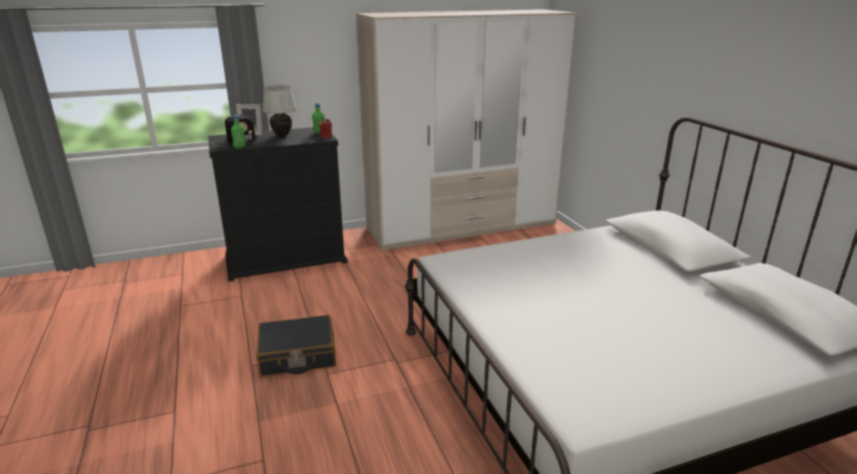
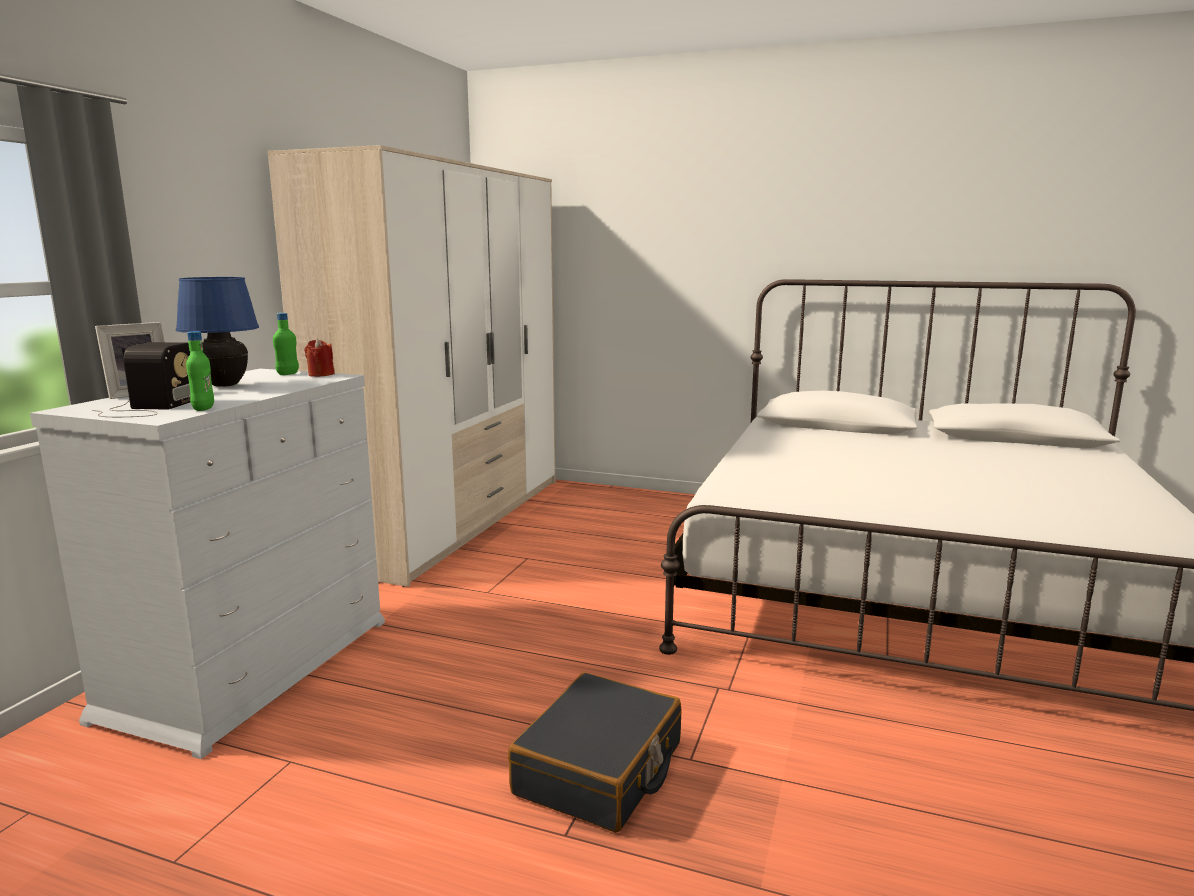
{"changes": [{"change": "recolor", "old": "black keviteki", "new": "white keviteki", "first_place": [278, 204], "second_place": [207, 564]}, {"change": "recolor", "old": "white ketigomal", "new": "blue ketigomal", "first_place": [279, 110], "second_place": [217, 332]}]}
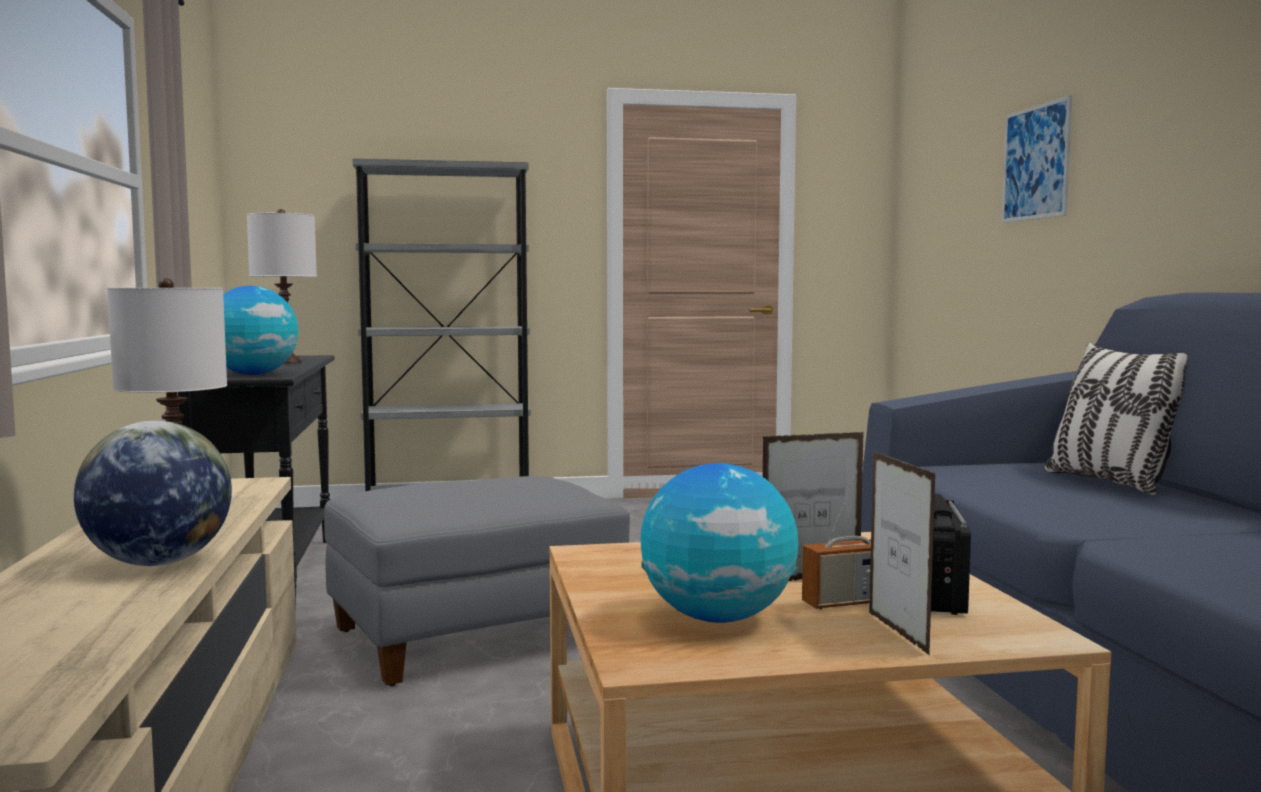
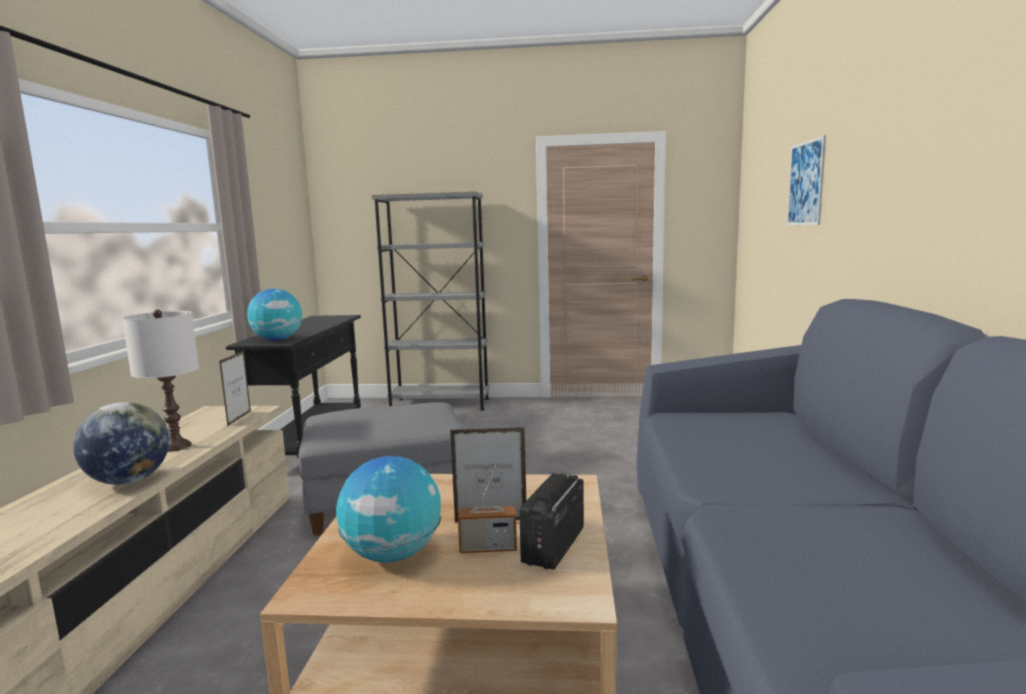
{"changes": [{"change": "delete", "old": "white ketigomal", "first_place": [282, 286]}, {"change": "move", "old": "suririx", "first_place": [902, 553], "second_place": [235, 388]}, {"change": "delete", "old": "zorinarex", "first_place": [1116, 419]}]}
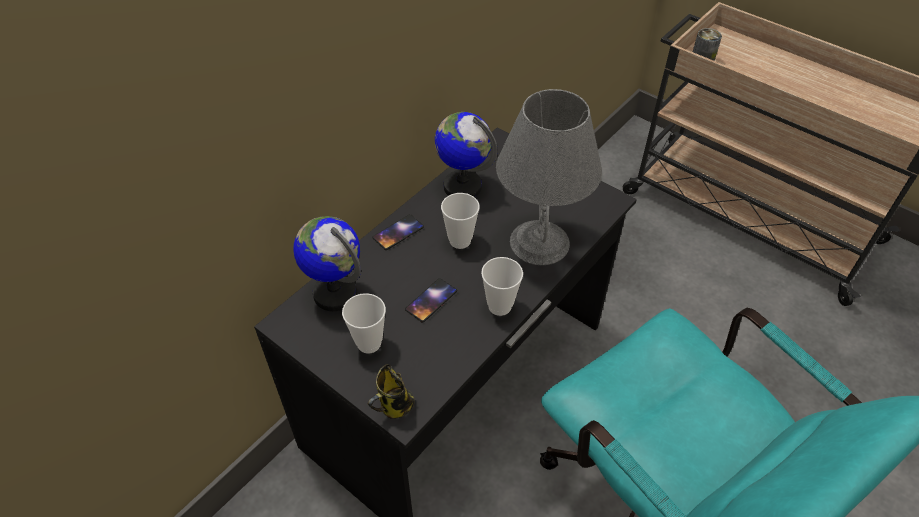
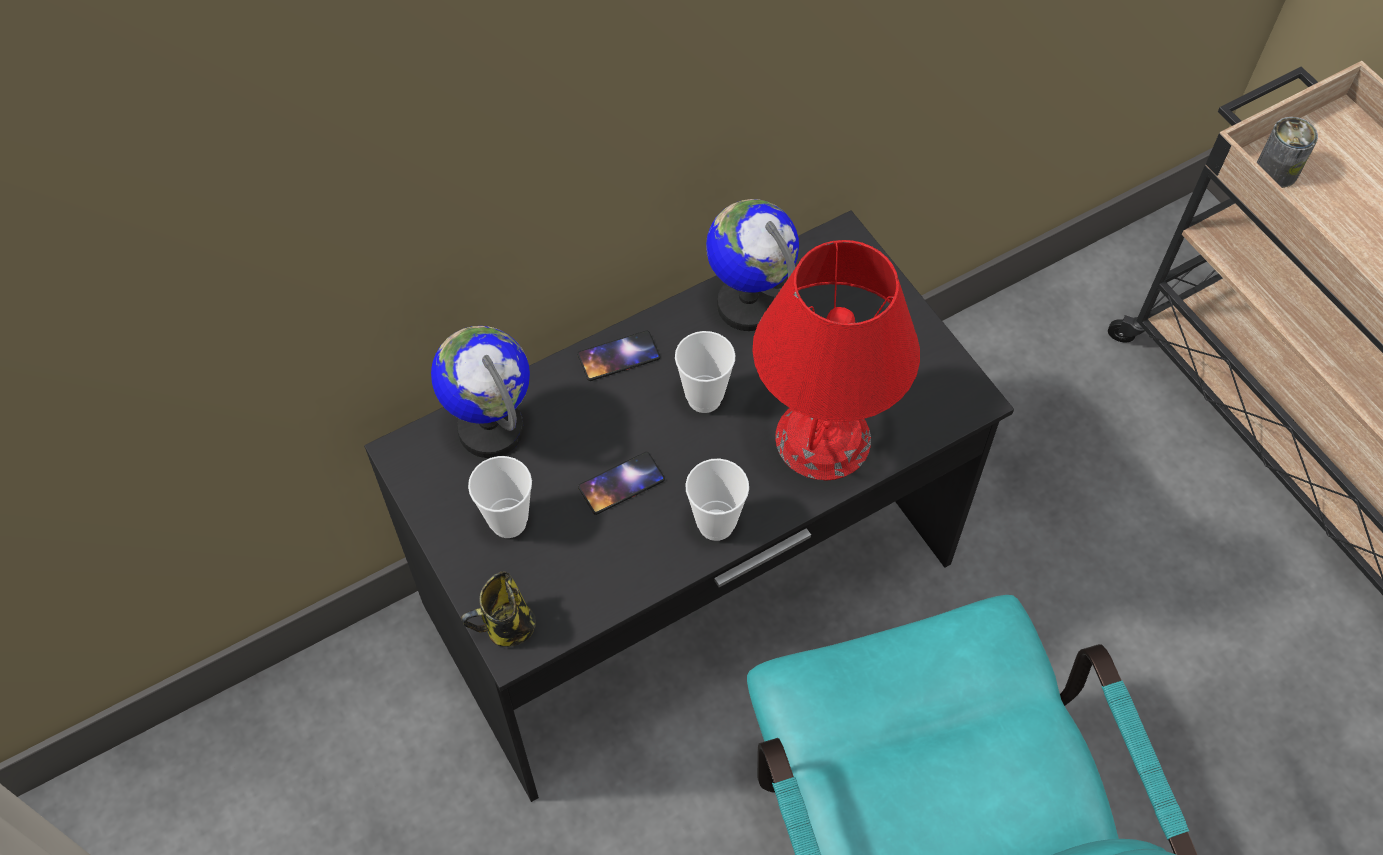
{"changes": [{"change": "recolor", "old": "grey ketigomal", "new": "red ketigomal", "first_place": [549, 177], "second_place": [836, 360]}]}
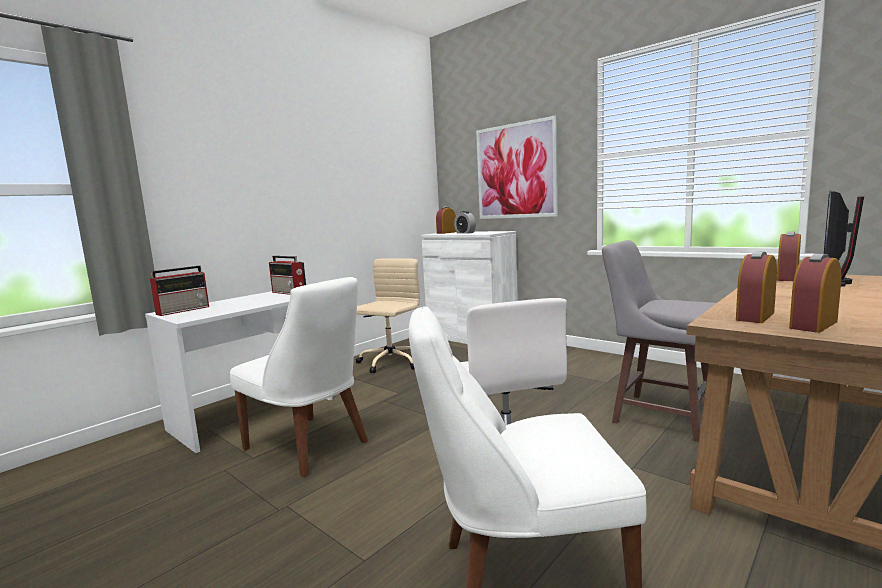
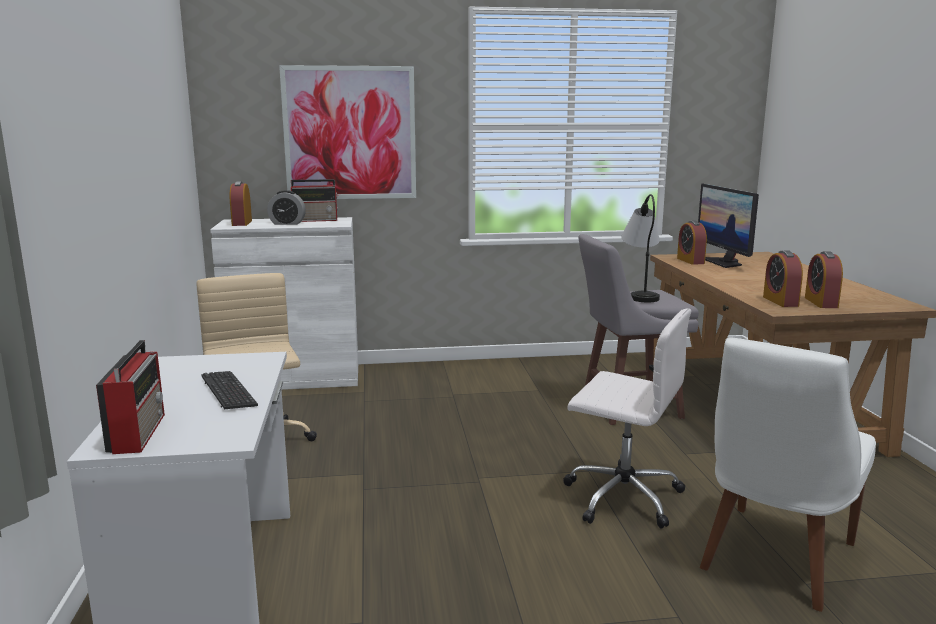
{"changes": [{"change": "delete", "old": "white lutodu", "first_place": [299, 377]}, {"change": "move", "old": "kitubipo", "first_place": [287, 275], "second_place": [315, 200]}, {"change": "insert", "new": "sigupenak", "second_place": [229, 390]}, {"change": "insert", "new": "ketigomal", "second_place": [640, 248]}]}
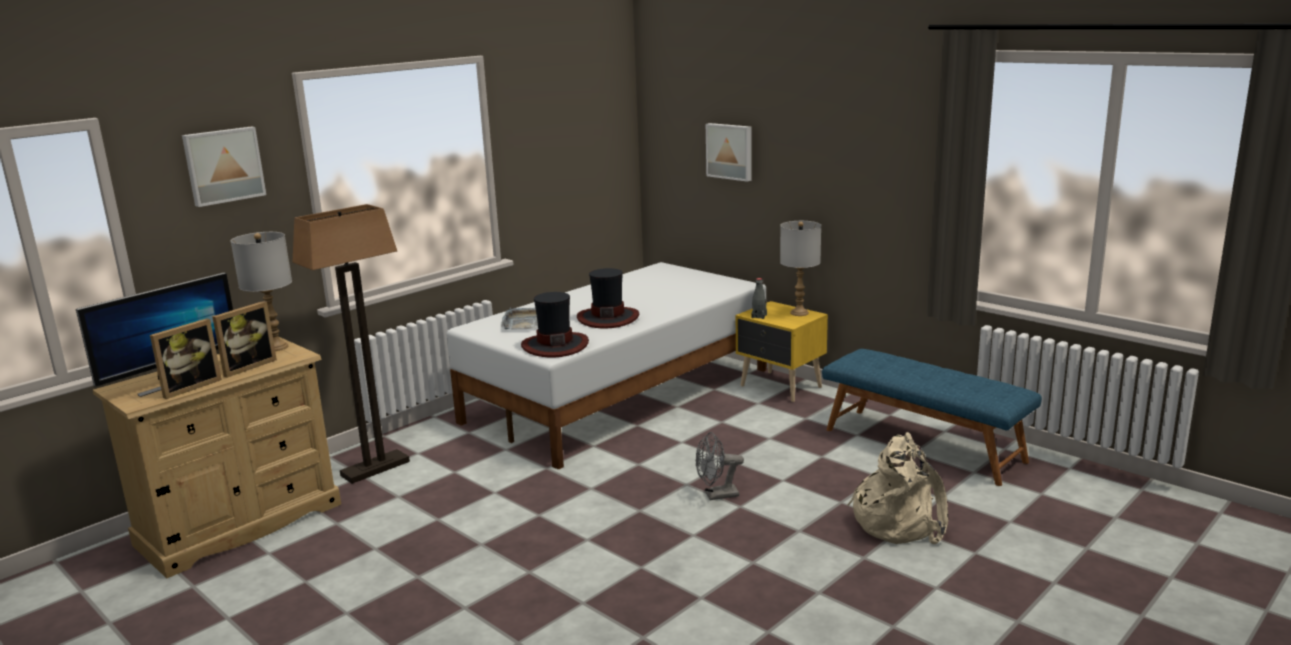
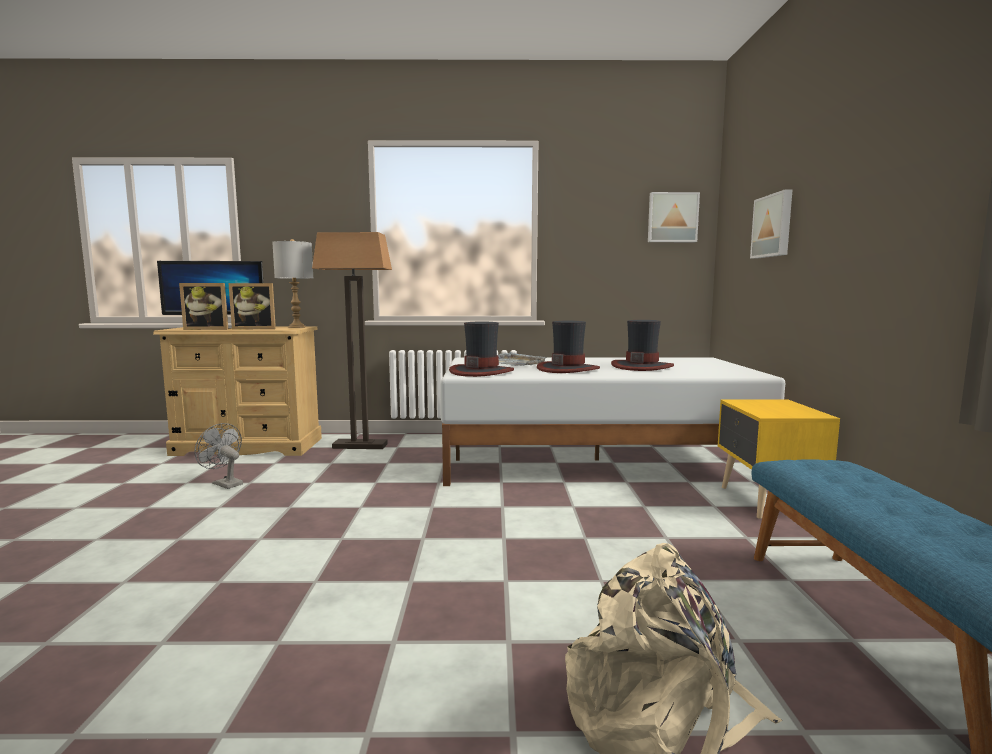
{"changes": [{"change": "move", "old": "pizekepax", "first_place": [224, 167], "second_place": [674, 217]}, {"change": "move", "old": "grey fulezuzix", "first_place": [720, 466], "second_place": [218, 456]}, {"change": "delete", "old": "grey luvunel", "first_place": [759, 298]}, {"change": "delete", "old": "grey ketigomal", "first_place": [800, 268]}, {"change": "insert", "new": "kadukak", "second_place": [642, 345]}]}
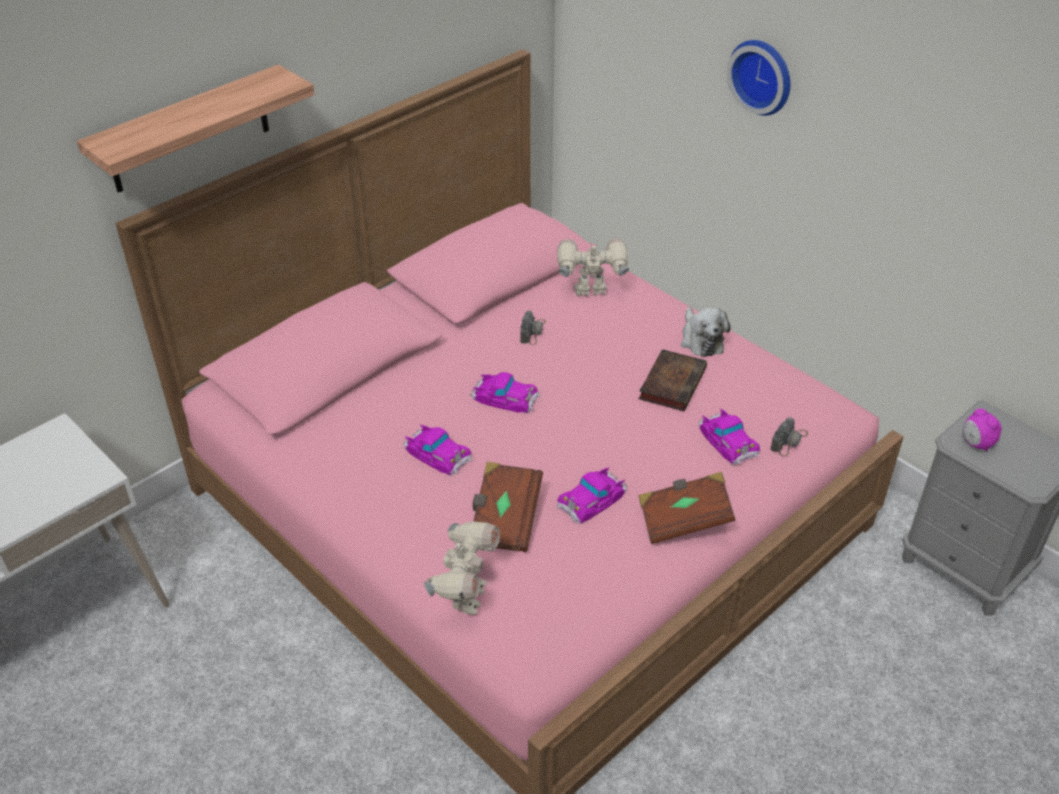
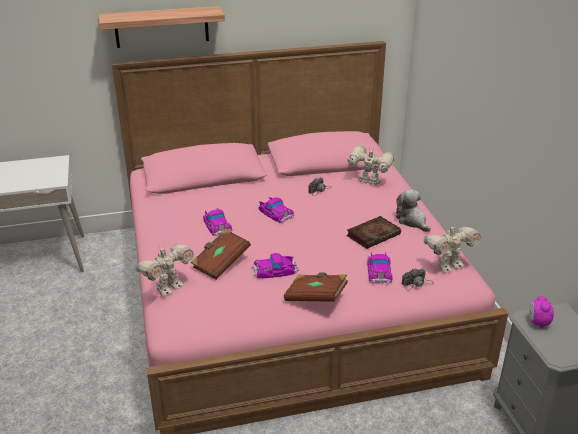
{"changes": [{"change": "rotate", "old": "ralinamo", "first_place": [705, 332], "second_place": [413, 211], "degrees": 135}, {"change": "delete", "old": "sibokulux", "first_place": [758, 78]}, {"change": "insert", "new": "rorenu", "second_place": [452, 247]}]}
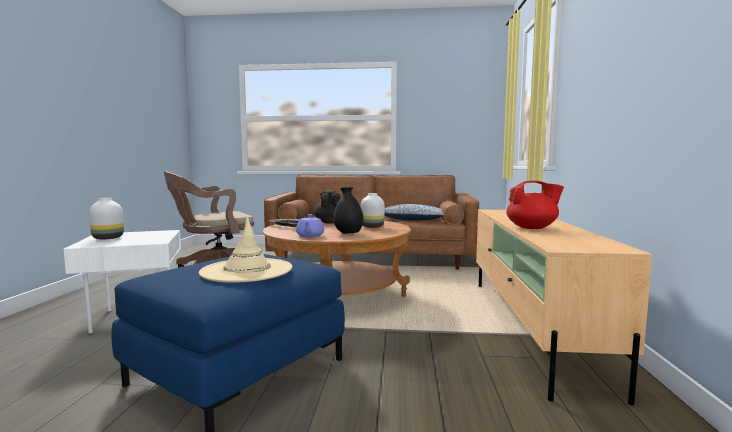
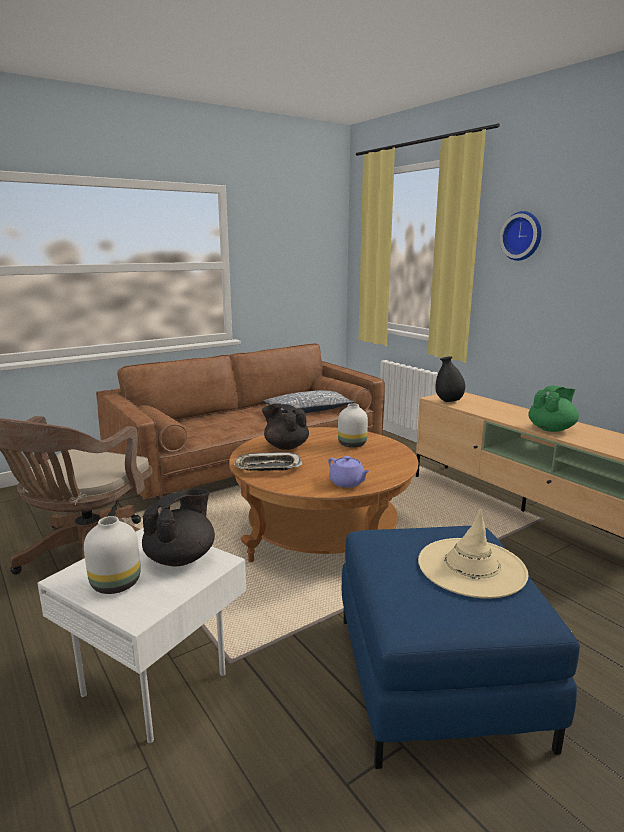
{"changes": [{"change": "move", "old": "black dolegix", "first_place": [348, 210], "second_place": [450, 379]}, {"change": "recolor", "old": "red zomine", "new": "green zomine", "first_place": [535, 205], "second_place": [553, 409]}, {"change": "insert", "new": "black zomine", "second_place": [178, 527]}, {"change": "insert", "new": "sibokulux", "second_place": [520, 236]}]}
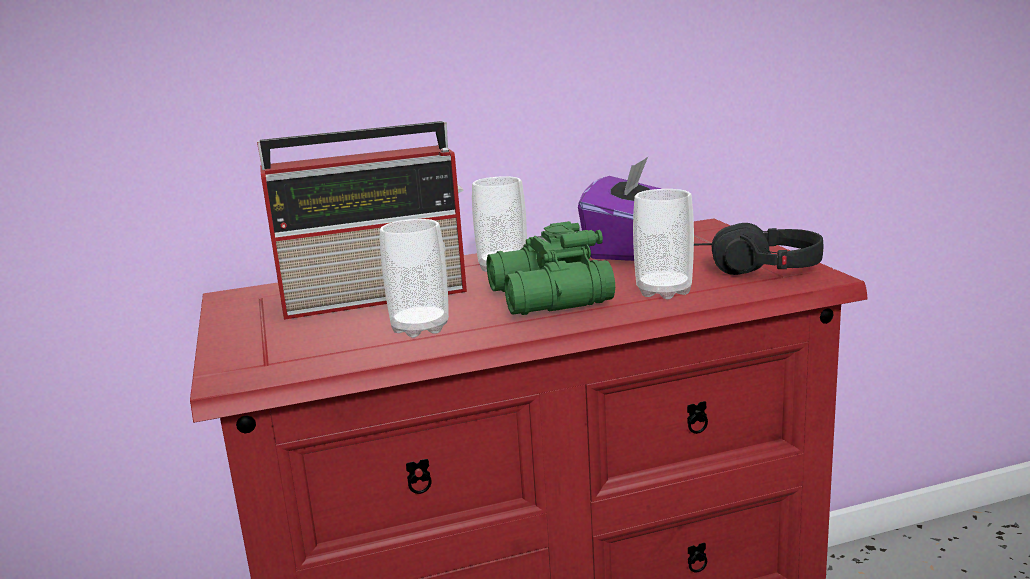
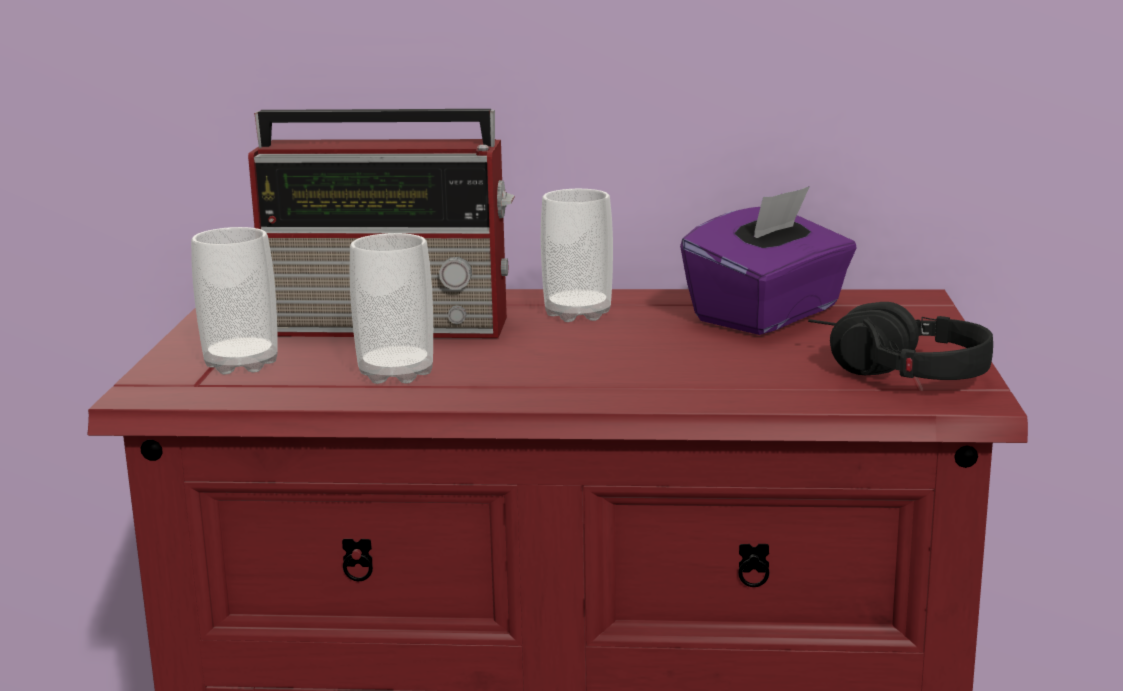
{"changes": [{"change": "delete", "old": "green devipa", "first_place": [551, 268]}, {"change": "move", "old": "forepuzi", "first_place": [663, 244], "second_place": [234, 301]}]}
